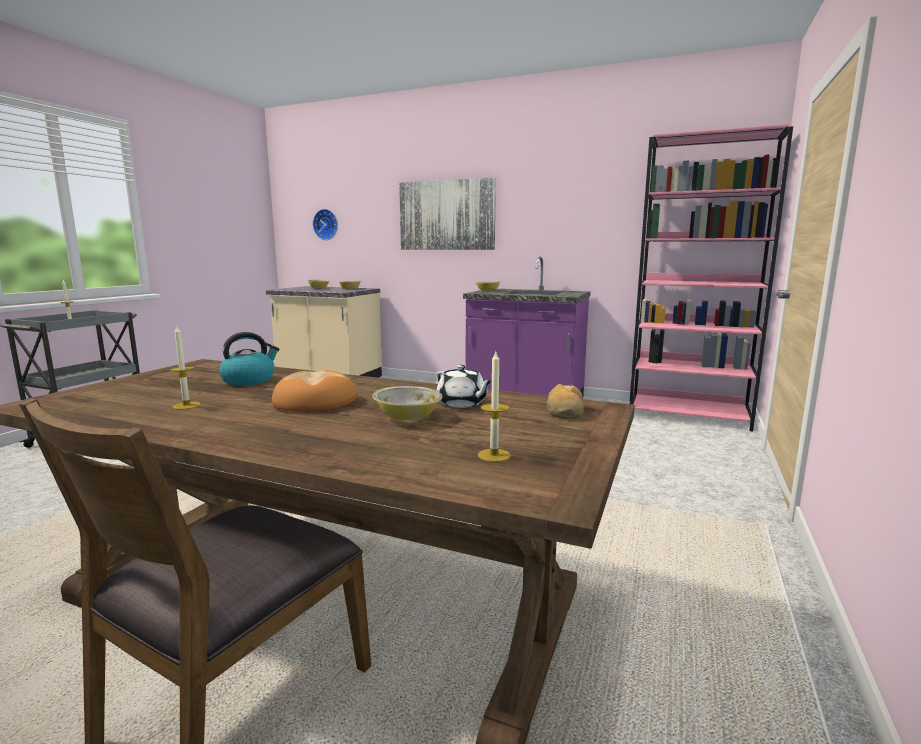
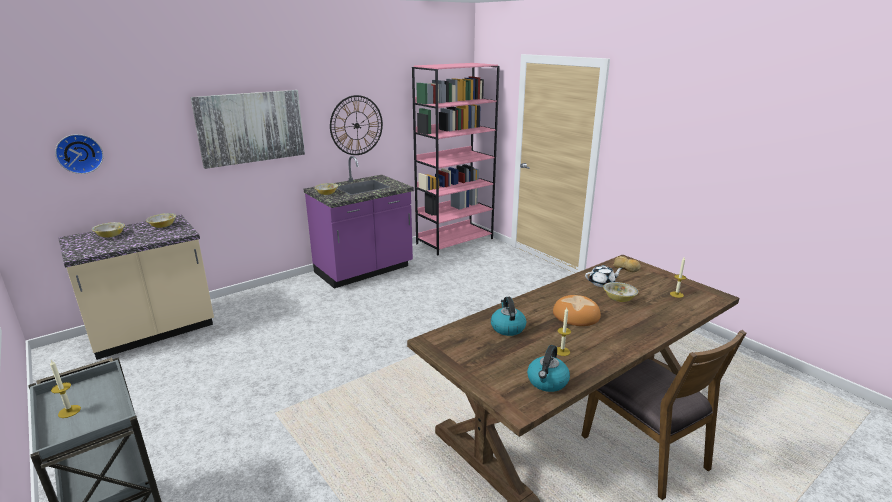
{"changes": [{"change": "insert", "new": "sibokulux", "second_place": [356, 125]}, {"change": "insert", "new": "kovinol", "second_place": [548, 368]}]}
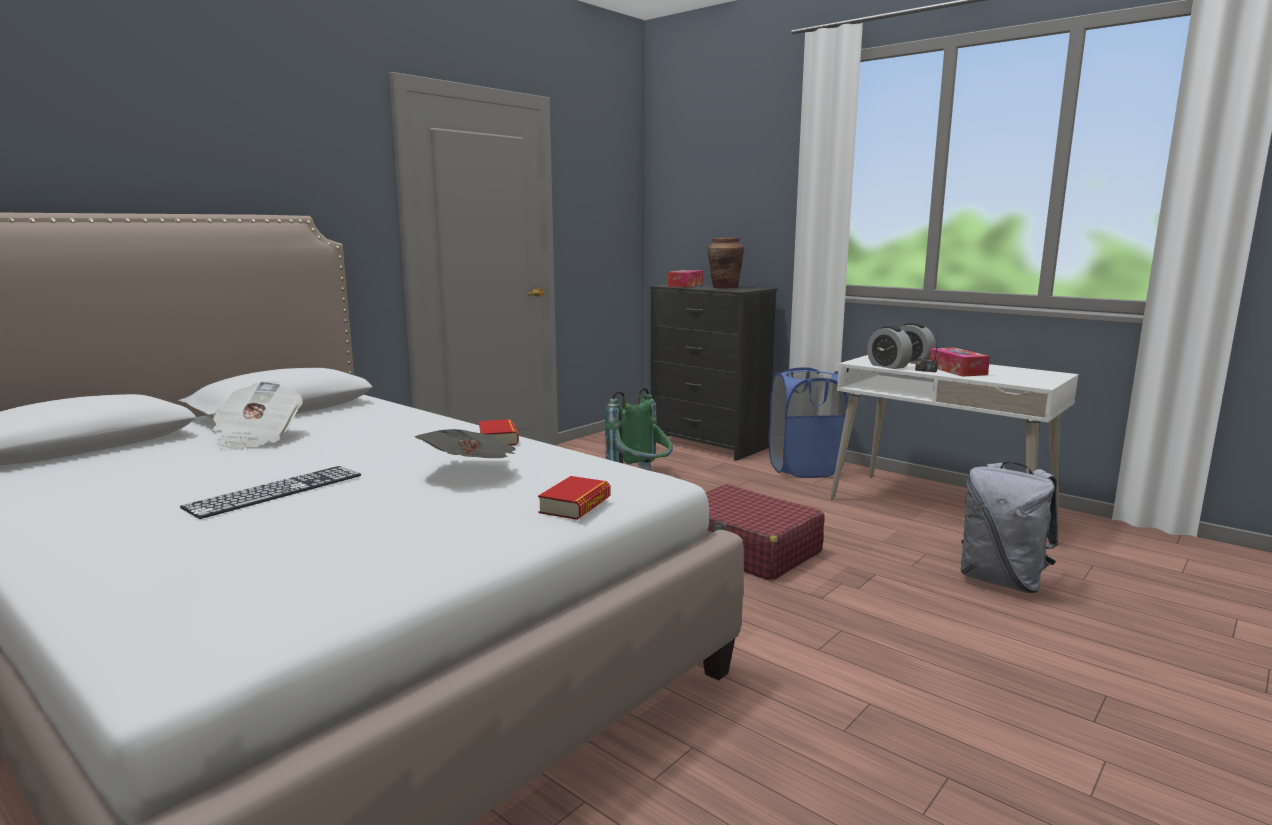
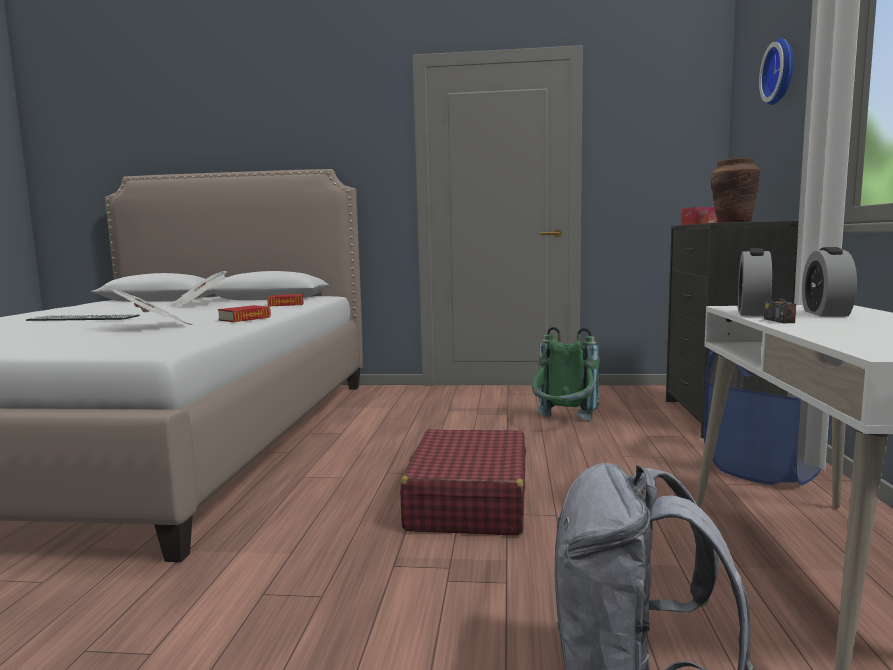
{"changes": [{"change": "move", "old": "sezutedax", "first_place": [574, 498], "second_place": [285, 300]}, {"change": "delete", "old": "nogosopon", "first_place": [959, 362]}, {"change": "insert", "new": "sibokulux", "second_place": [776, 71]}]}
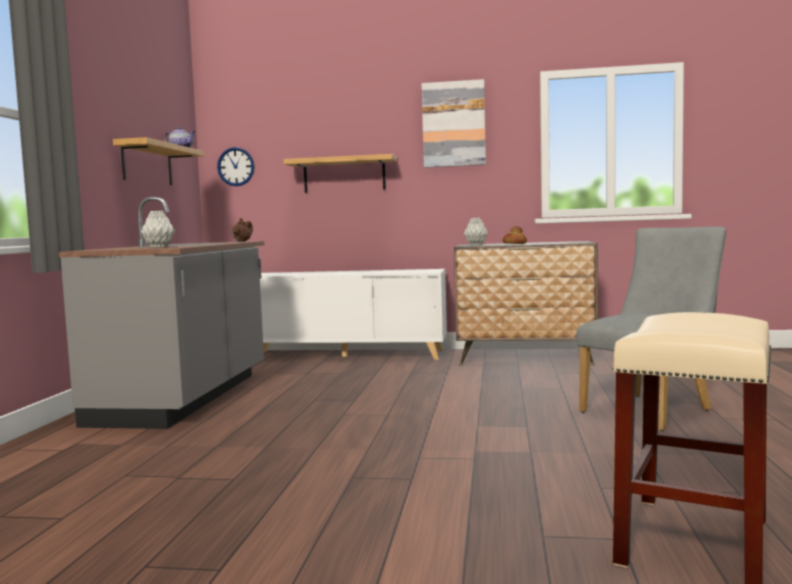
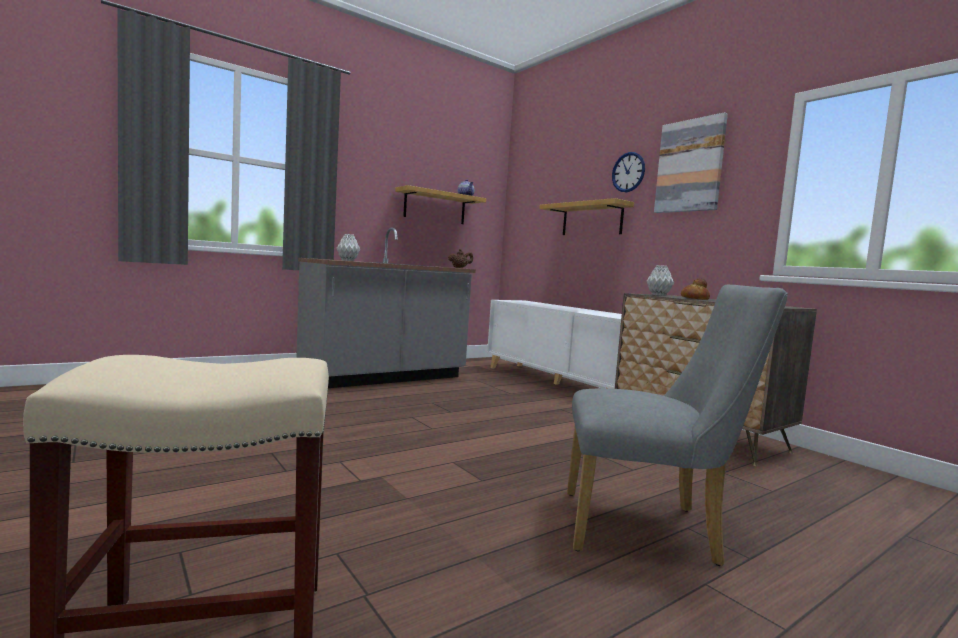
{"changes": [{"change": "move", "old": "sibokulux", "first_place": [236, 166], "second_place": [628, 172]}]}
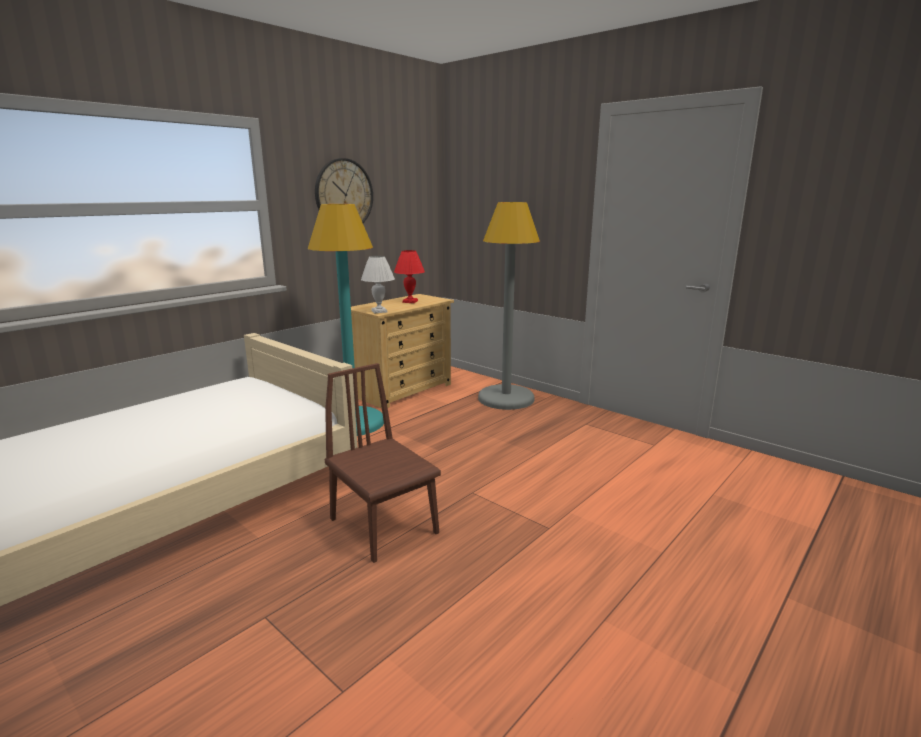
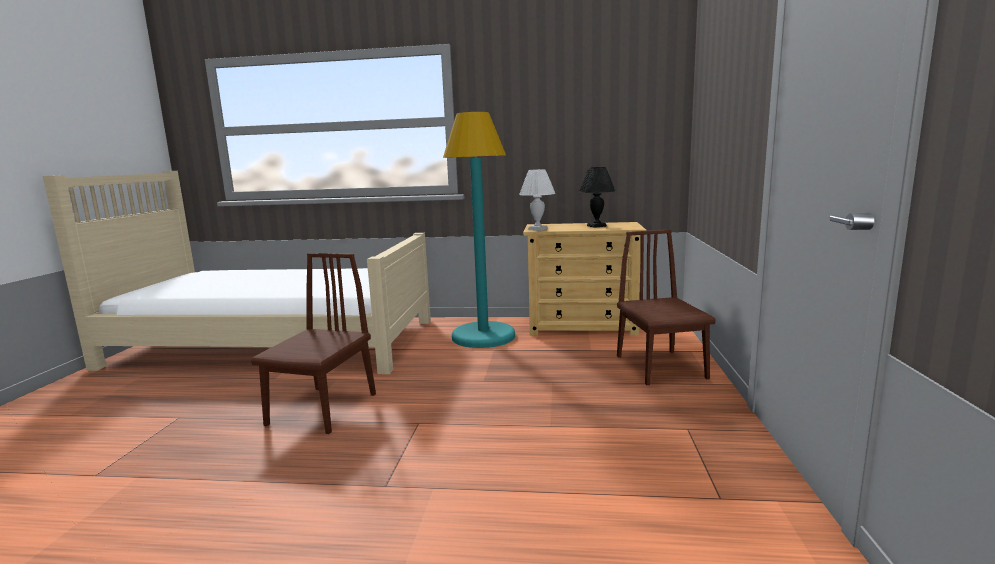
{"changes": [{"change": "delete", "old": "sibokulux", "first_place": [344, 190]}, {"change": "recolor", "old": "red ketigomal", "new": "black ketigomal", "first_place": [409, 276], "second_place": [597, 197]}, {"change": "replace", "old": "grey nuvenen", "new": "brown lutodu", "first_place": [509, 306], "second_place": [666, 307]}]}
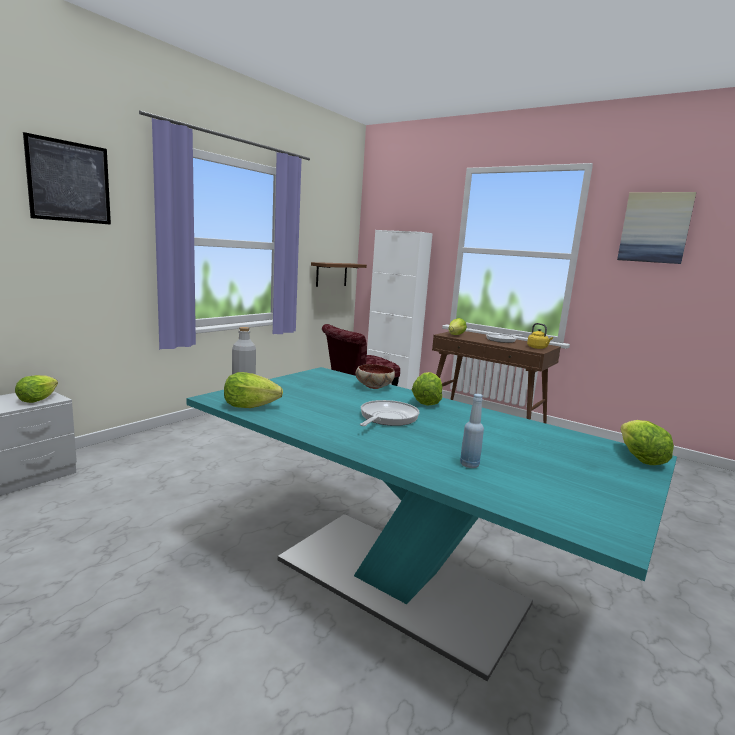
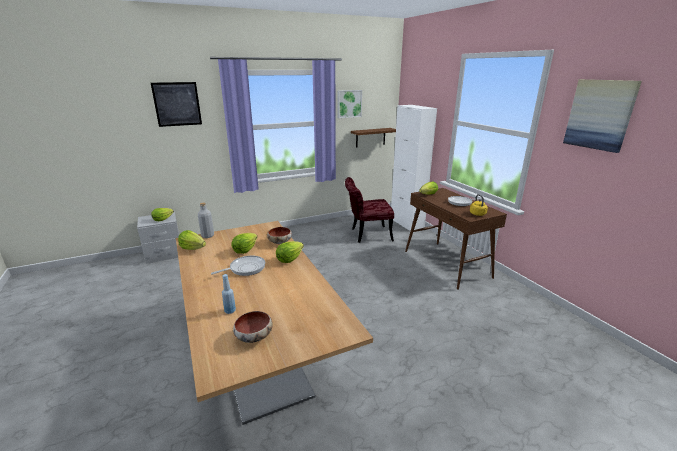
{"changes": [{"change": "recolor", "old": "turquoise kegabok", "new": "beige kegabok", "first_place": [432, 524], "second_place": [274, 323]}, {"change": "move", "old": "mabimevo", "first_place": [647, 442], "second_place": [244, 243]}, {"change": "insert", "new": "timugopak", "second_place": [253, 327]}, {"change": "insert", "new": "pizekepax", "second_place": [350, 104]}]}
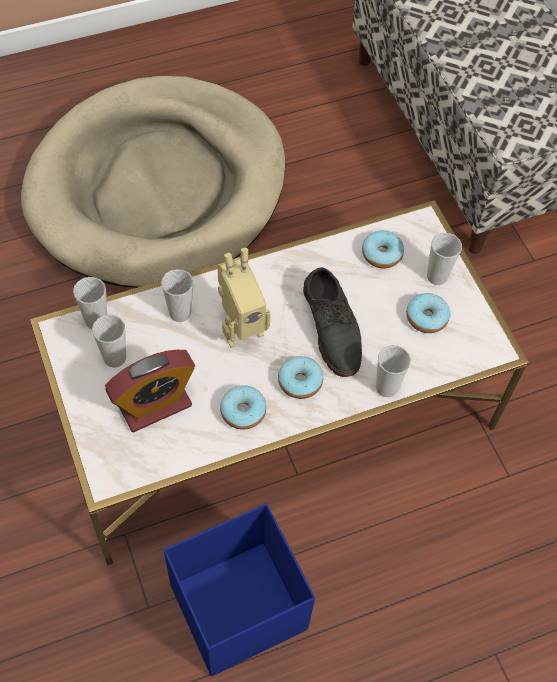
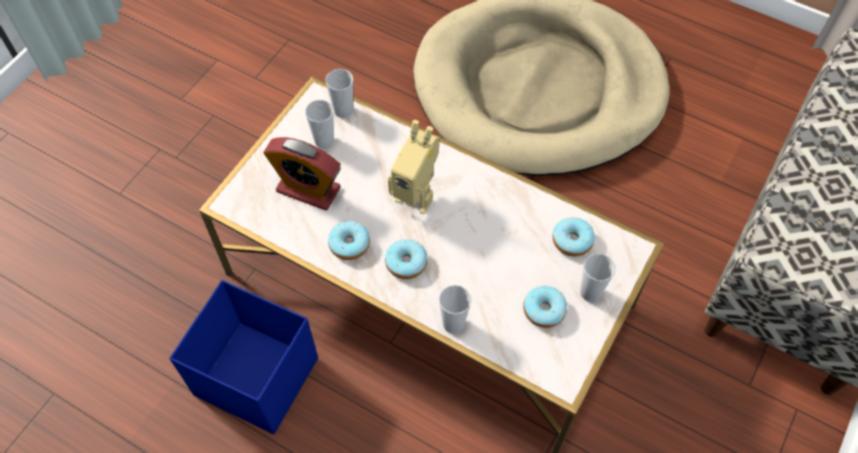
{"changes": [{"change": "delete", "old": "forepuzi", "first_place": [177, 295]}, {"change": "delete", "old": "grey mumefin", "first_place": [332, 322]}]}
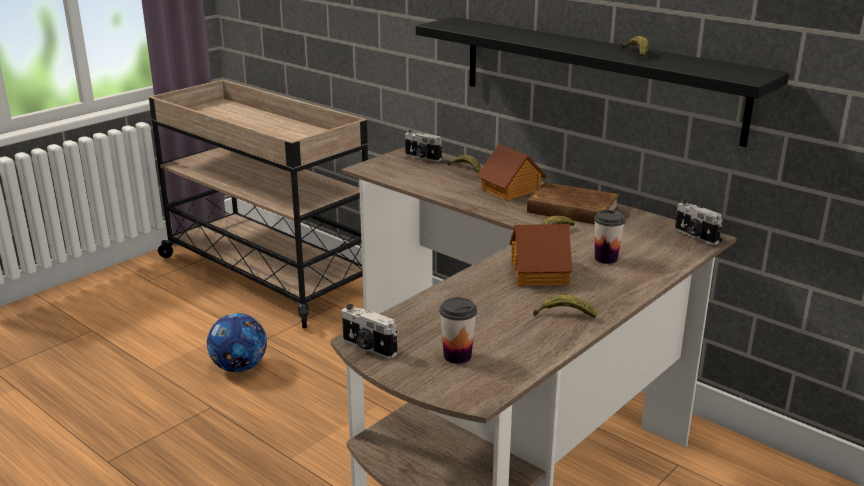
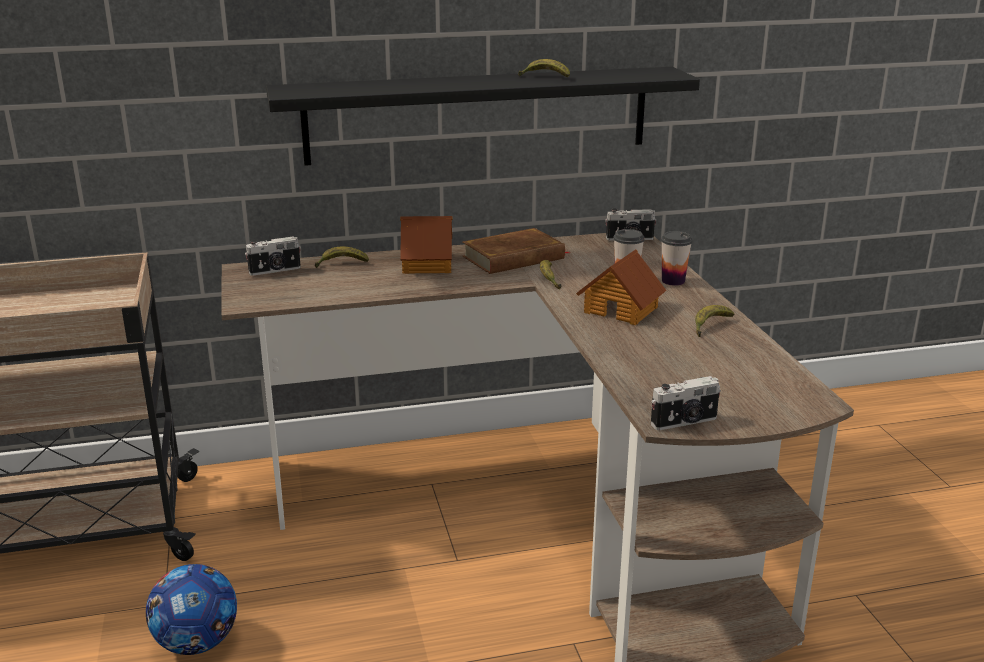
{"changes": [{"change": "move", "old": "forepuzi", "first_place": [458, 330], "second_place": [676, 258]}]}
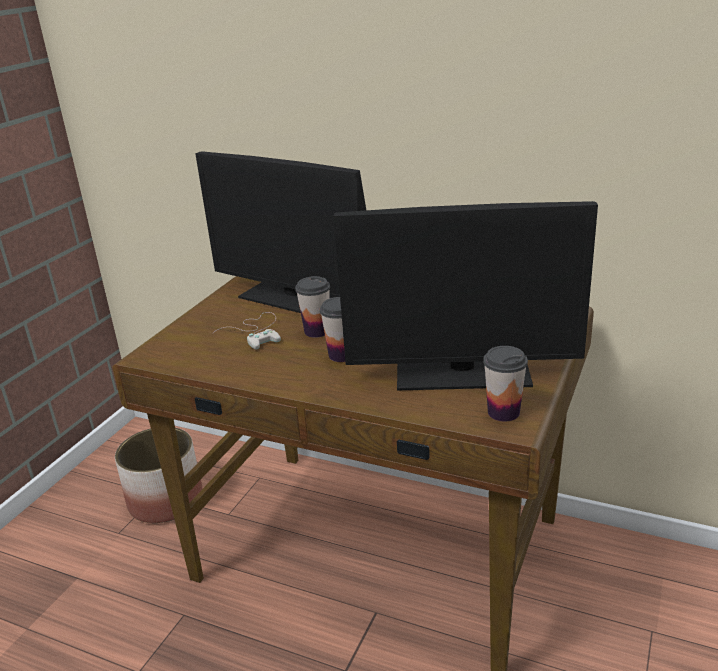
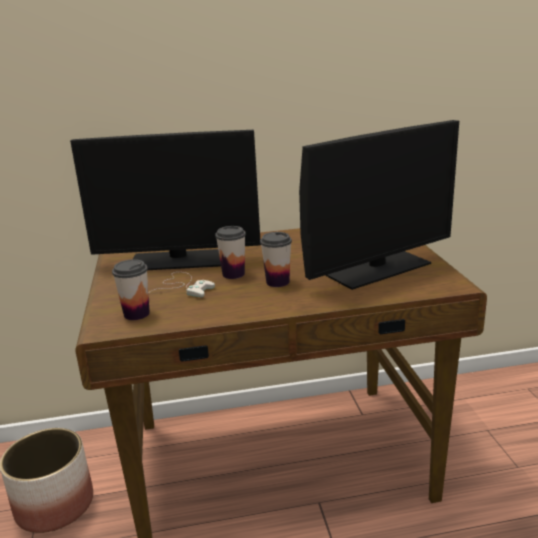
{"changes": [{"change": "move", "old": "forepuzi", "first_place": [505, 384], "second_place": [131, 289]}]}
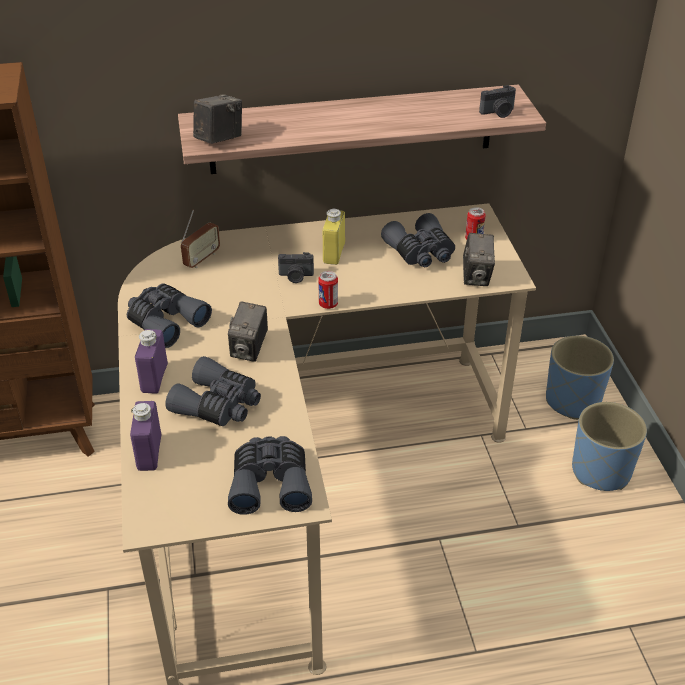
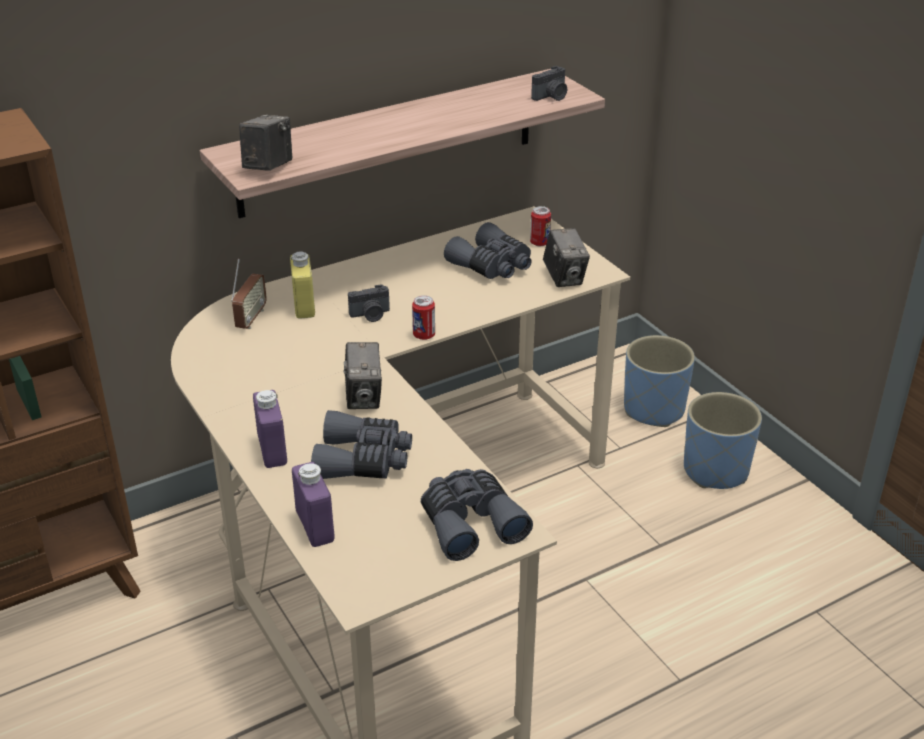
{"changes": [{"change": "delete", "old": "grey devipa", "first_place": [169, 315]}, {"change": "move", "old": "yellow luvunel", "first_place": [334, 237], "second_place": [302, 285]}]}
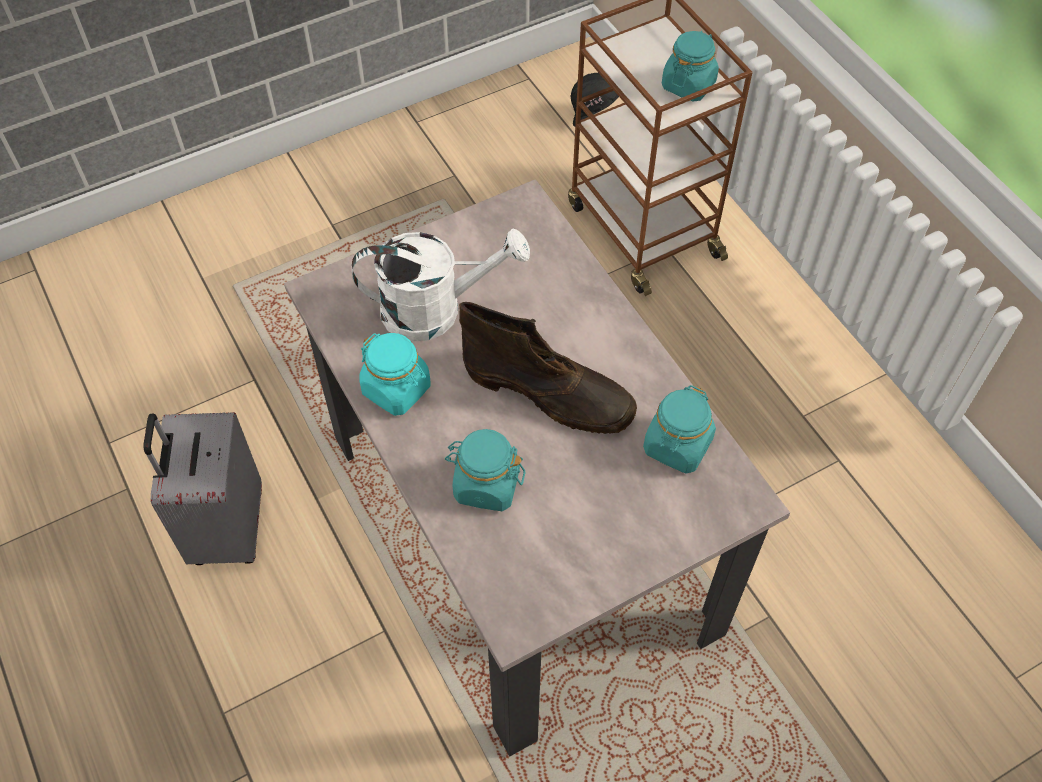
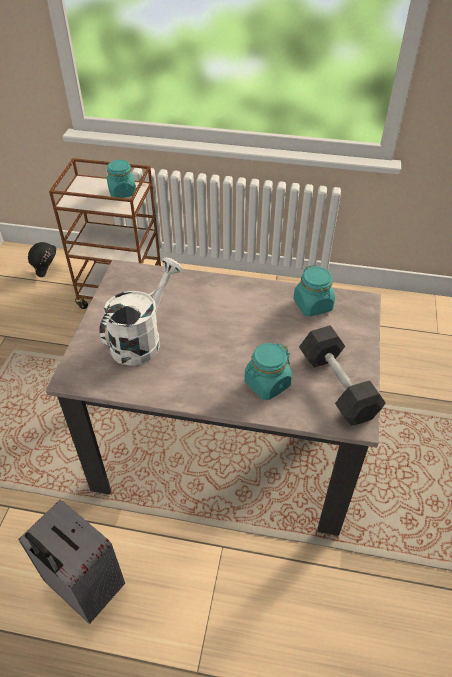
{"changes": [{"change": "delete", "old": "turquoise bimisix", "first_place": [395, 374]}, {"change": "delete", "old": "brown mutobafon", "first_place": [548, 368]}, {"change": "insert", "new": "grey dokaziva", "second_place": [342, 375]}]}
